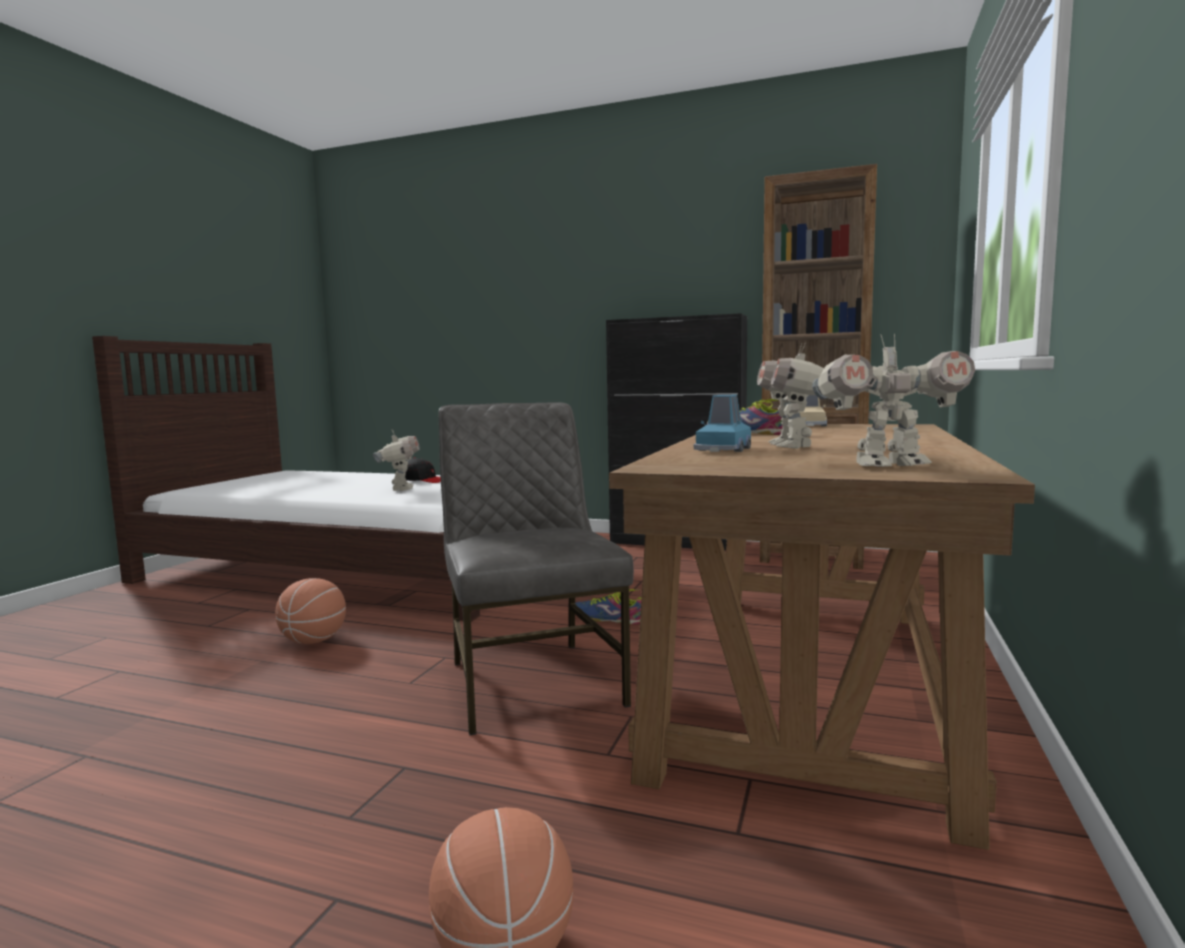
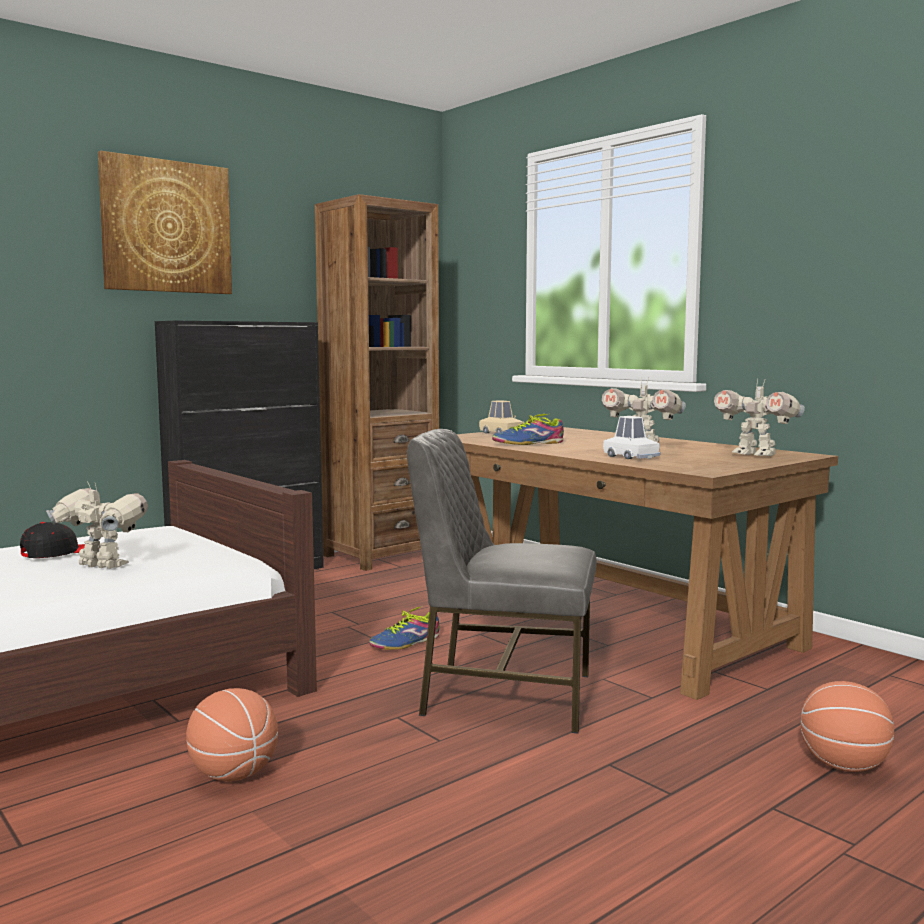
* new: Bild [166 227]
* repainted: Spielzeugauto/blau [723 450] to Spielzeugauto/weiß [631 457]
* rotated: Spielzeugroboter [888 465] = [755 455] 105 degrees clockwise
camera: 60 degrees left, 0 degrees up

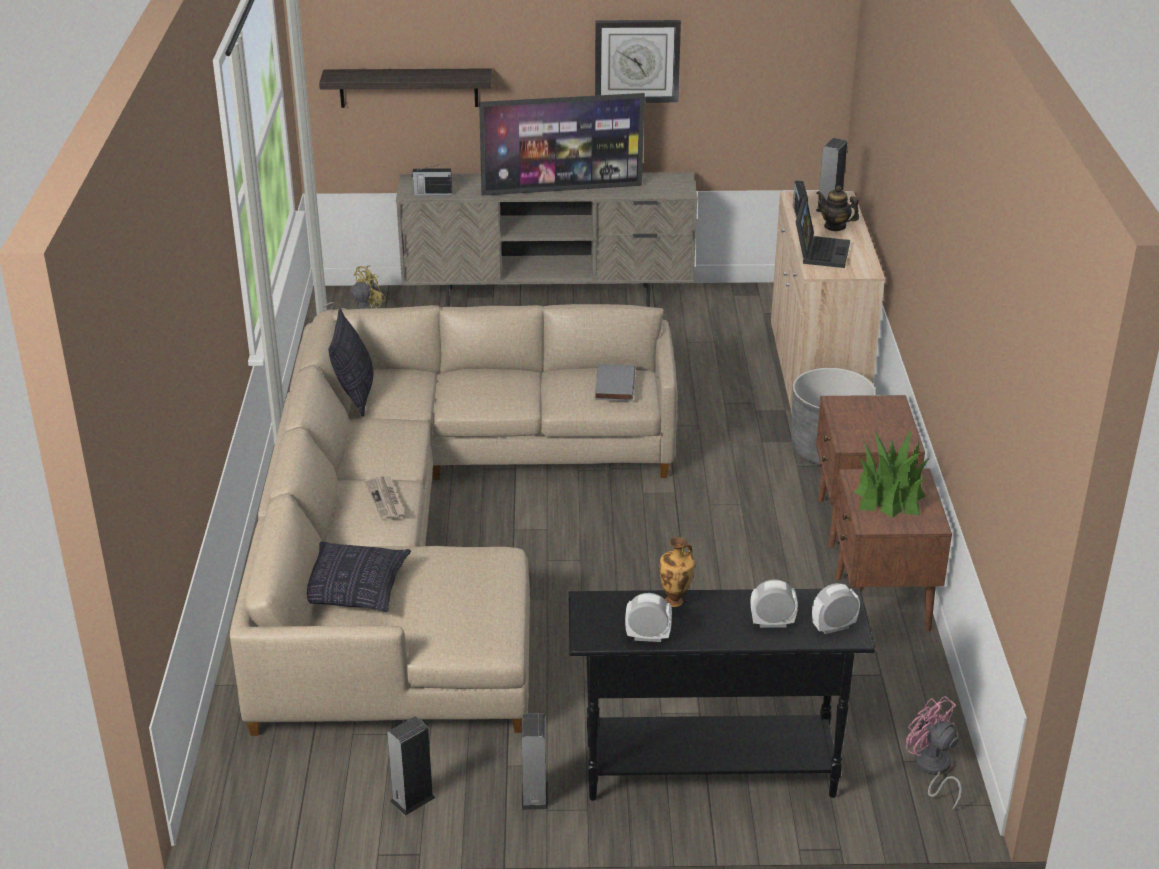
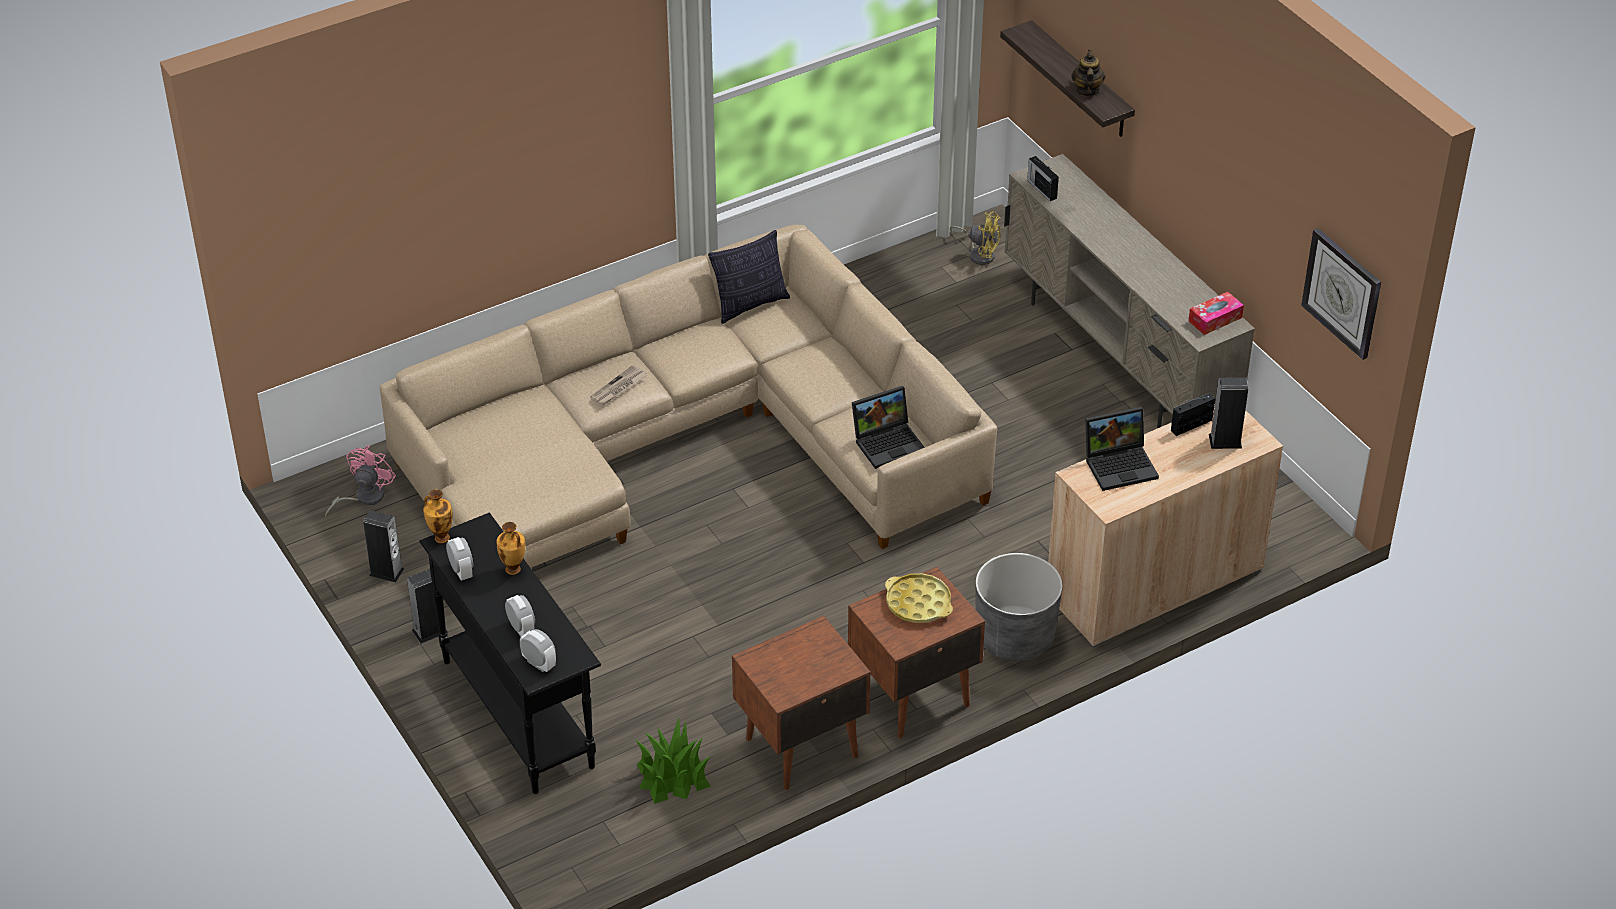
* gone: Kissen [354 589]
* gone: Fernseher [562 189]
* new: Vase [441 537]
* new: Tablett/gelb [918 603]
* new: Taschentuchbox [1215 319]
* shifted: Wanduhr [637 61] to [1342 293]
* shifted: Teekanne [835 226] to [1086 90]
* shifted: Topfpflanze [890 495] to [672 776]
* shifted: Ventilator/rosa [932 769] to [363 498]
* swapped: Buch/grau [613 386] to Laptop [889 442]
camera: 60 degrees right, 10 degrees up

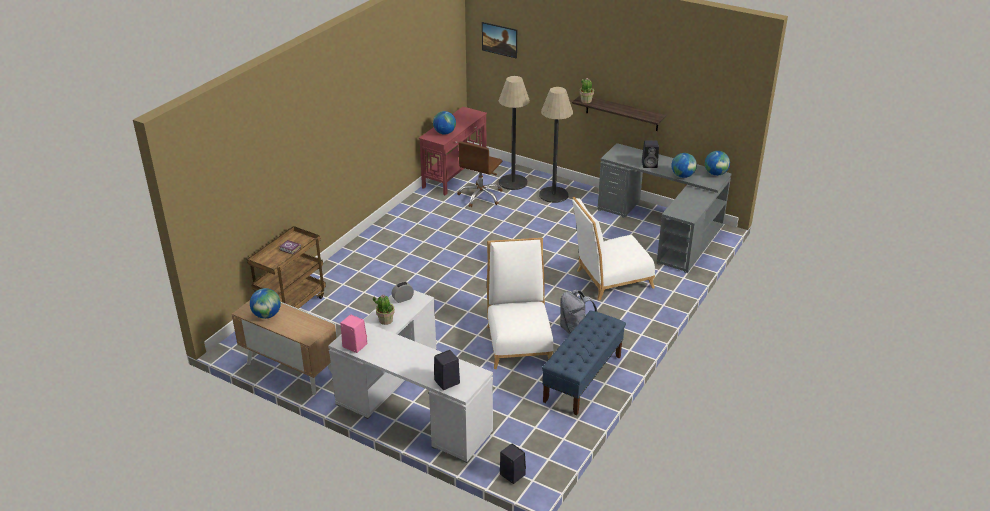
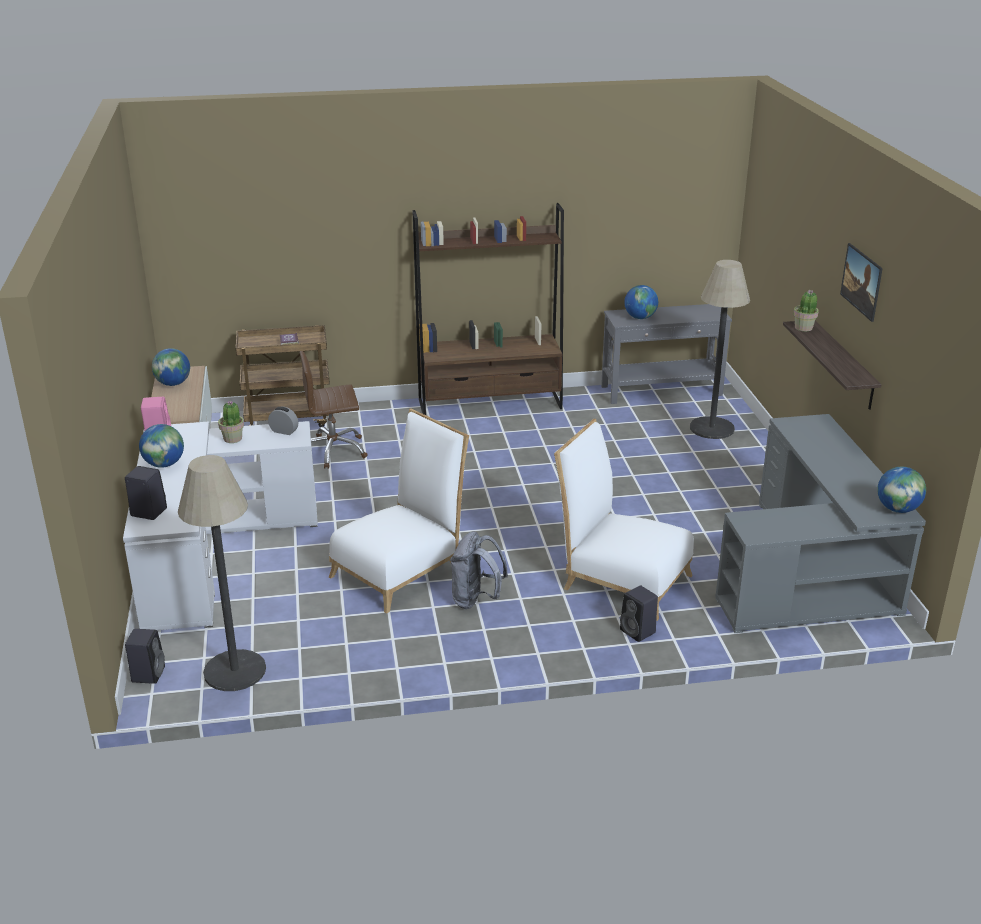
* gone: Bank/blau [582 379]
* new: Bücherregal/braun [490 404]
* shifted: Bürostuhl/braun [481 196] to [333 451]
* shifted: Bild [499 47] to [859 294]
* shifted: Stehlampe [553 195] to [234 671]
* shifted: Lautsprecher/schwarz [650 164] to [638 632]
* shifted: Globus [682 176] to [164 464]
* repainted: Konsolentisch/rot [455 174] to Konsolentisch/grau [662 391]
camera: 50 degrees right, 5 degrees down

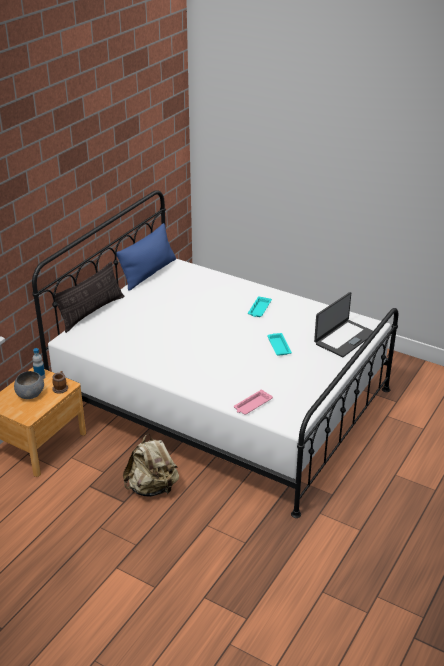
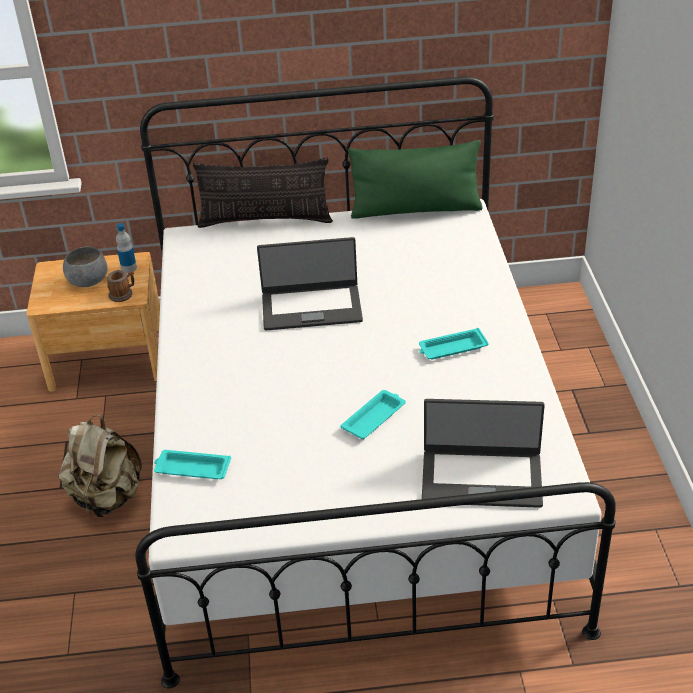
* new: Laptop [311 307]
* repainted: Kissen/blau [148 273] to Kissen/grün [416 209]
* repainted: Tablett/rosa [252 405] to Tablett/türkis [191 468]
camera: 55 degrees right, 5 degrees up

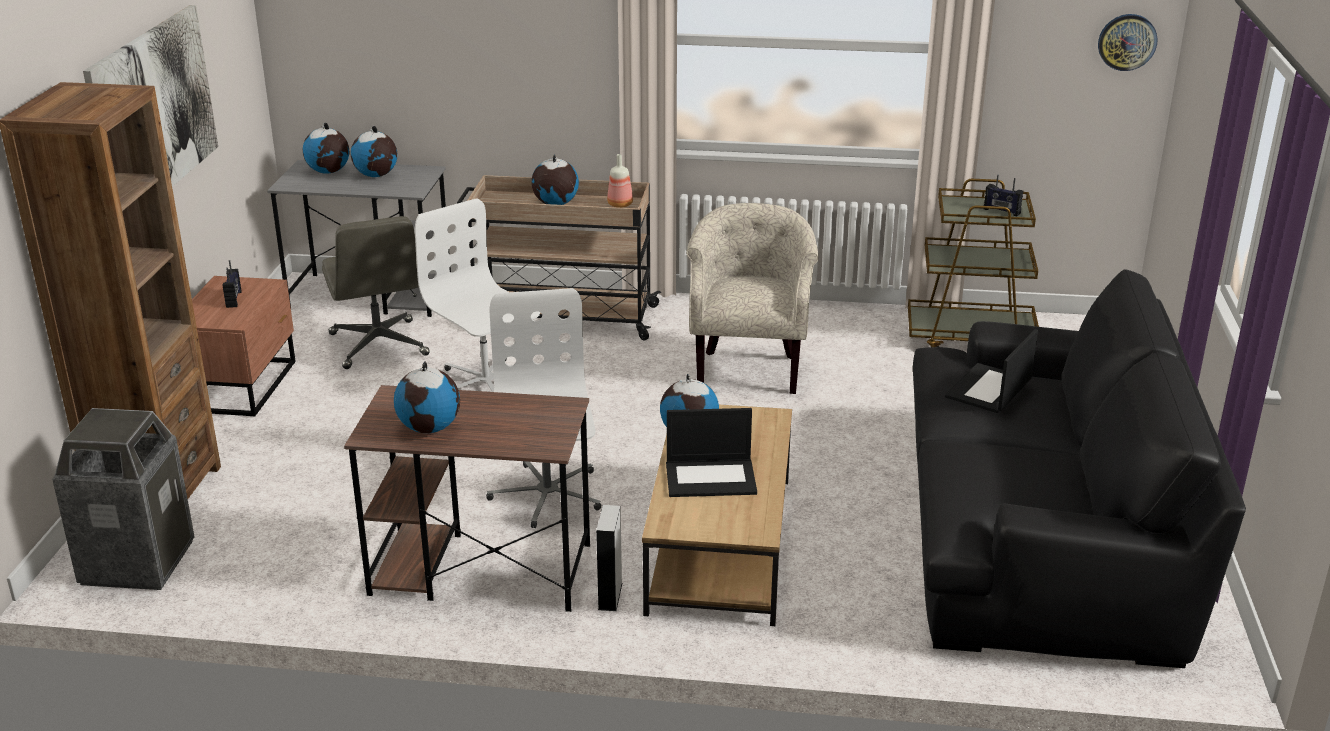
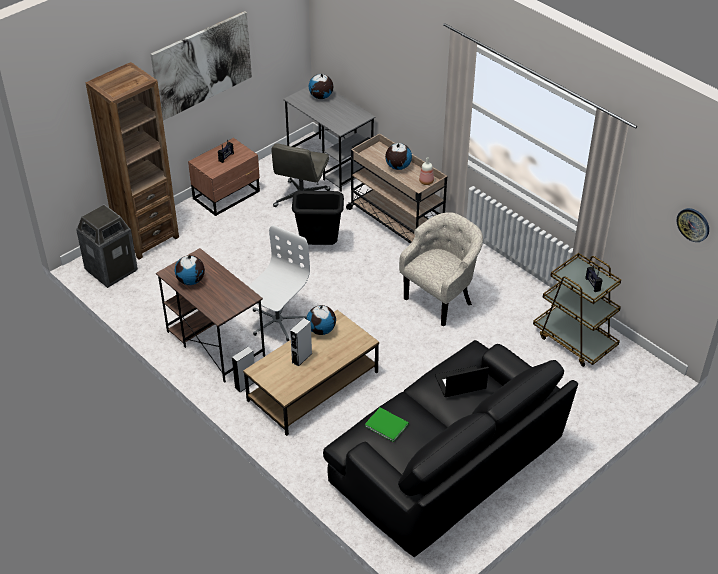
* gone: Globus [376 175]
* new: Buch/grün [386 424]
* swapped: Bürostuhl/weiß [485 384] to Mülleimer/schwarz [319 246]
* swapped: Laptop [711 478] to Lautsprecher/grau [302 358]
camera: 40 degrees right, 15 degrees up

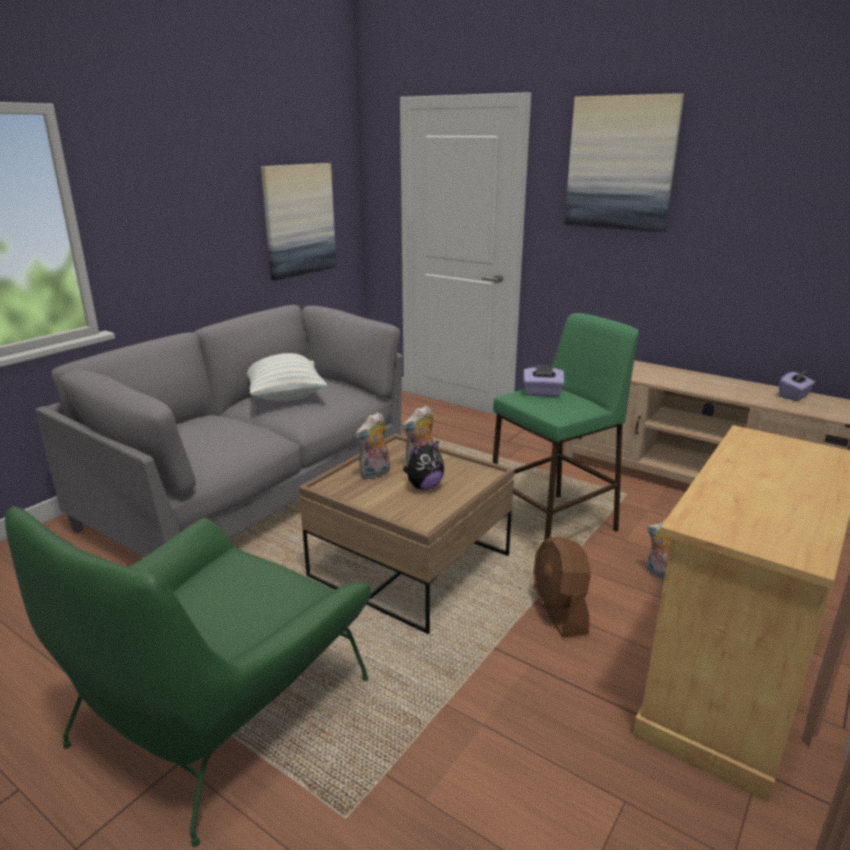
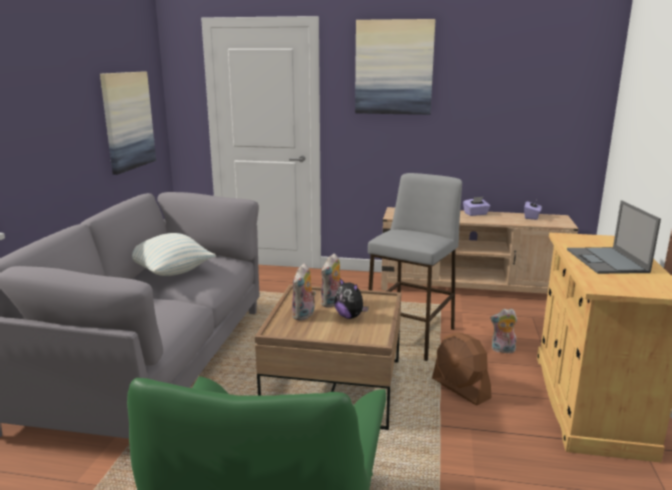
* new: Laptop [607 261]
* shifted: Taschentuchbox/lila [542 393] to [475 214]
* repainted: Hocker/grün [553 527] to Hocker/grau [411 336]
* rotated: Plüschtier [424 486] = [350 316] 105 degrees clockwise
camera: 25 degrees left, 5 degrees down

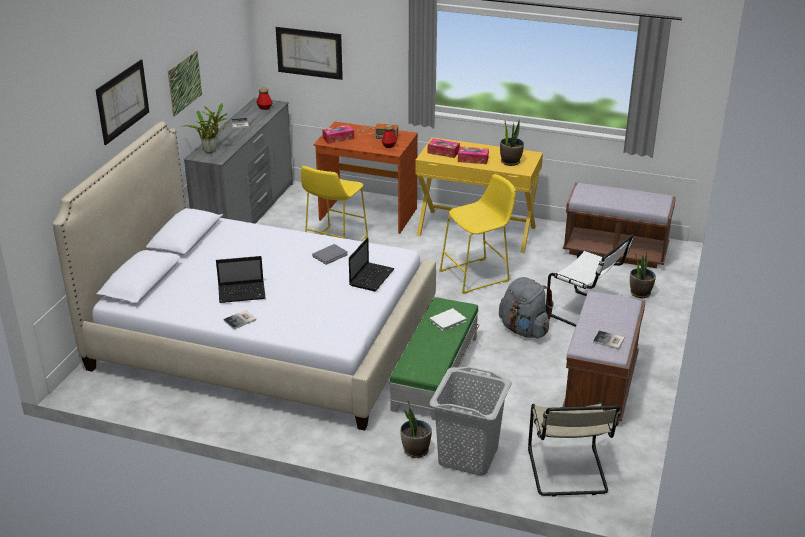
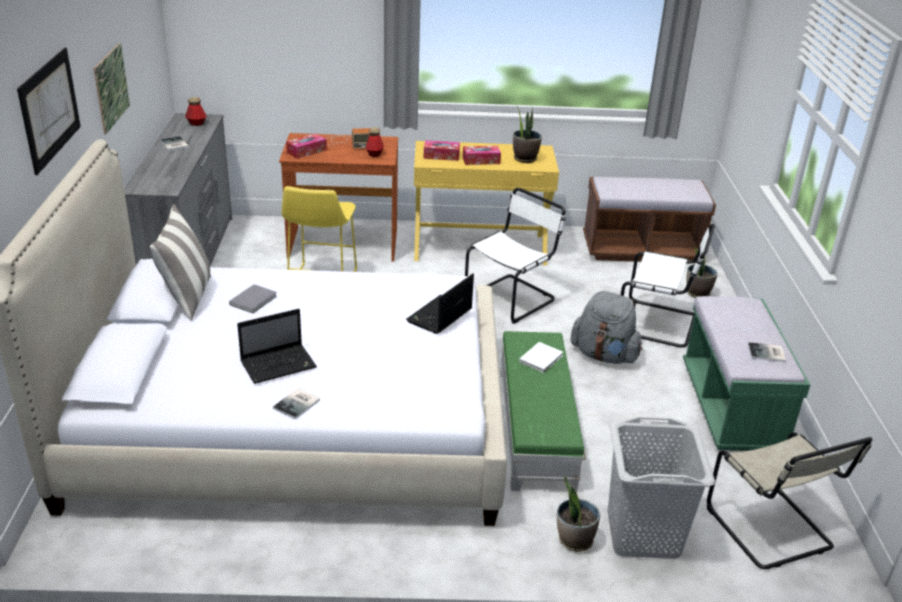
* gone: Topfpflanze [211 150]
* gone: Bild [309 53]
* new: Kissen [187 297]
* shifted: Buch/grau [331 255] to [254 300]
* swapped: Hocker/gelb [478 275] to Stuhl/weiß [512 298]
* repainted: Bank/braun [601 385] to Bank/grün [731 408]
* rotated: Laptop [372 277] = [439 316] 150 degrees counterclockwise
camera: 20 degrees left, 0 degrees up

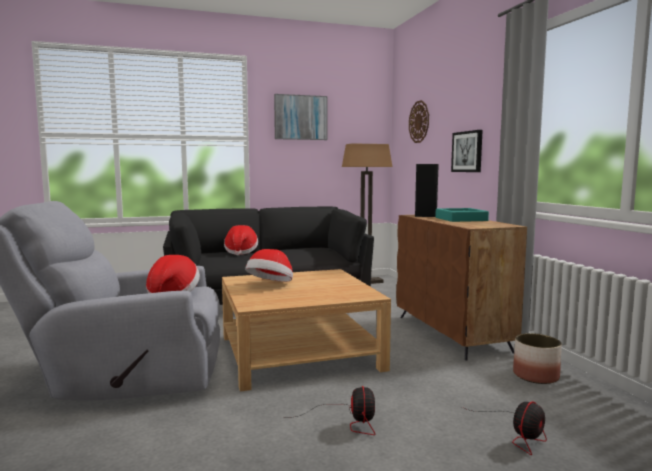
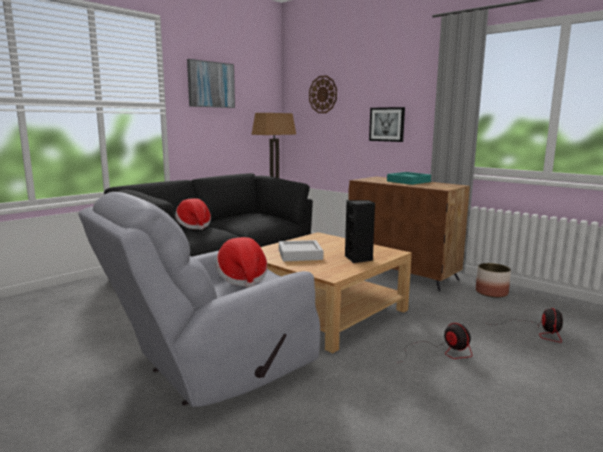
* shifted: Lautsprecher/schwarz [425 216] to [359 259]
* swapped: Hut [270 285] to Tablett/grau [300 255]
camera: 30 degrees left, 5 degrees up

